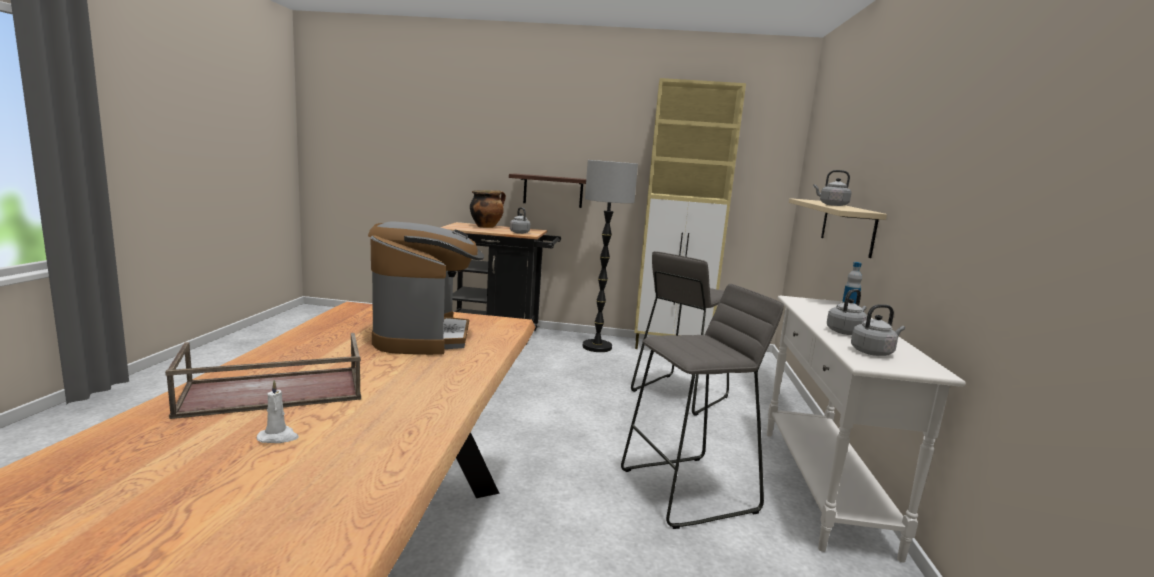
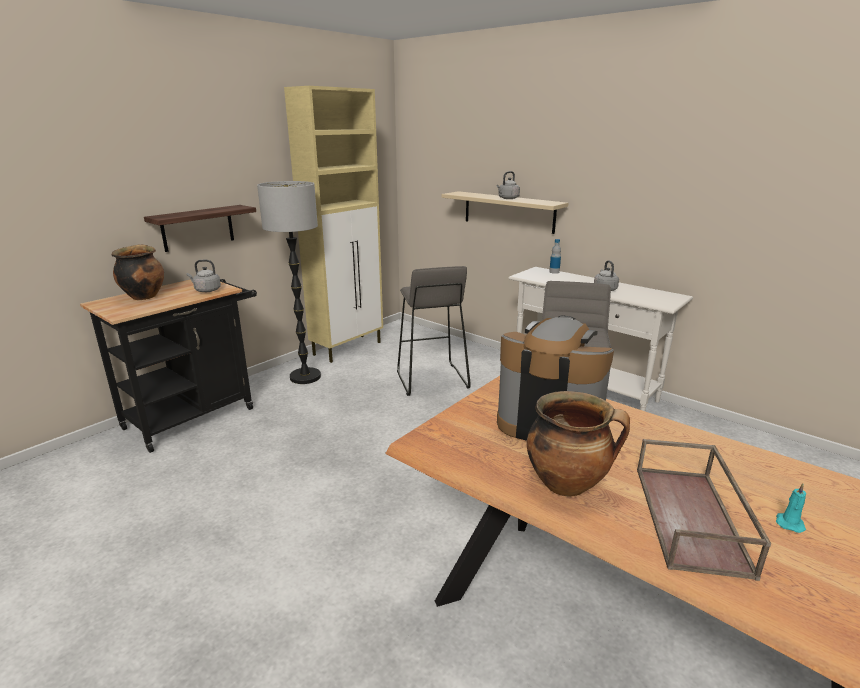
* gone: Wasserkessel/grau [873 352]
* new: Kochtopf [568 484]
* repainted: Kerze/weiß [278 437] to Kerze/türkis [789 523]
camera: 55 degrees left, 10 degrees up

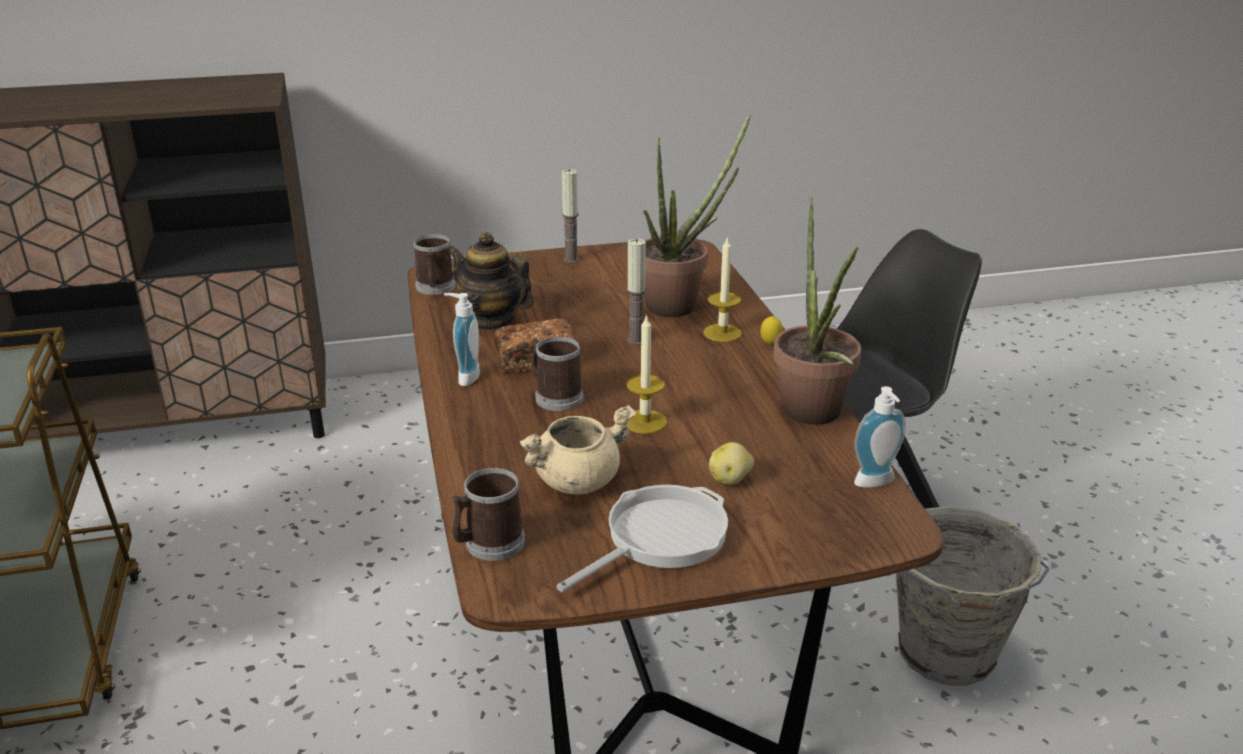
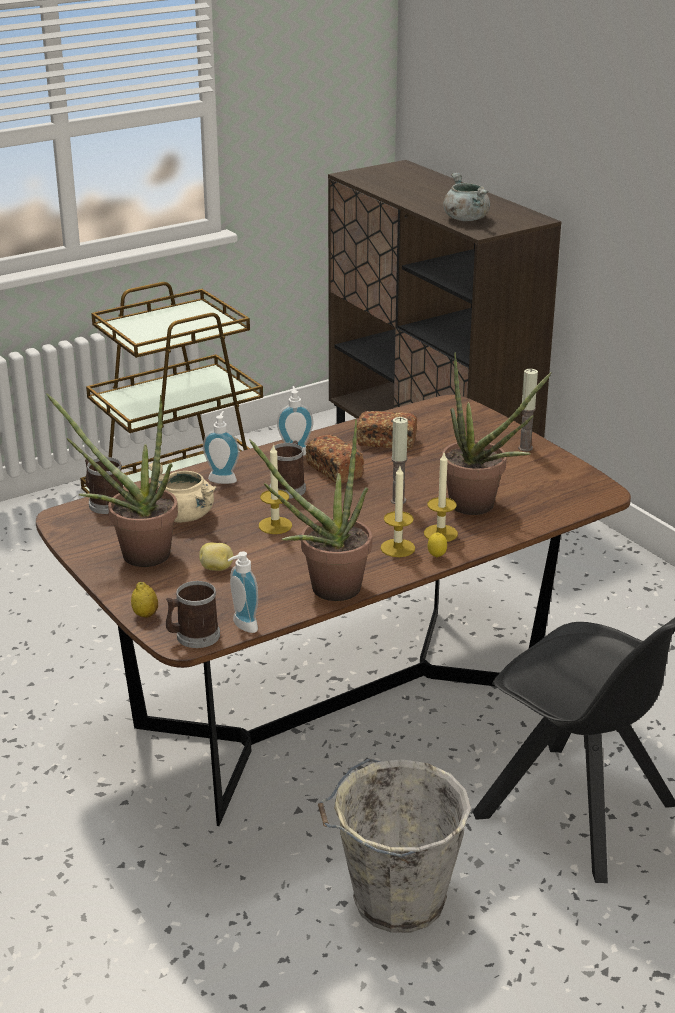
* new: Zitrone [145 614]
* new: Seifenspender [223 478]
* new: Kerze [397 548]
* new: Kochtopf/grau [465 219]
* shifted: Henkelbecher [435 288] to [193 636]
* swapped: Teekanne [491 320] to Brot [386 442]
* swapped: Pfanne [659 538] to Topfpflanze [135 554]
camera: 70 degrees right, 0 degrees up

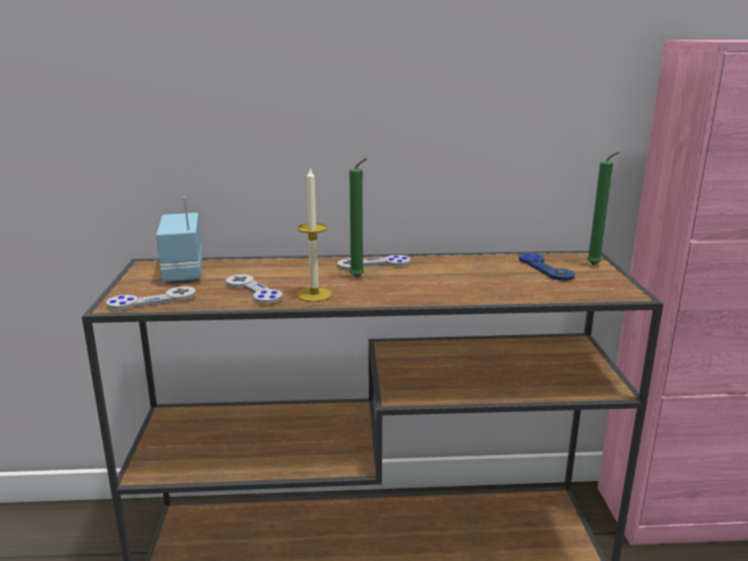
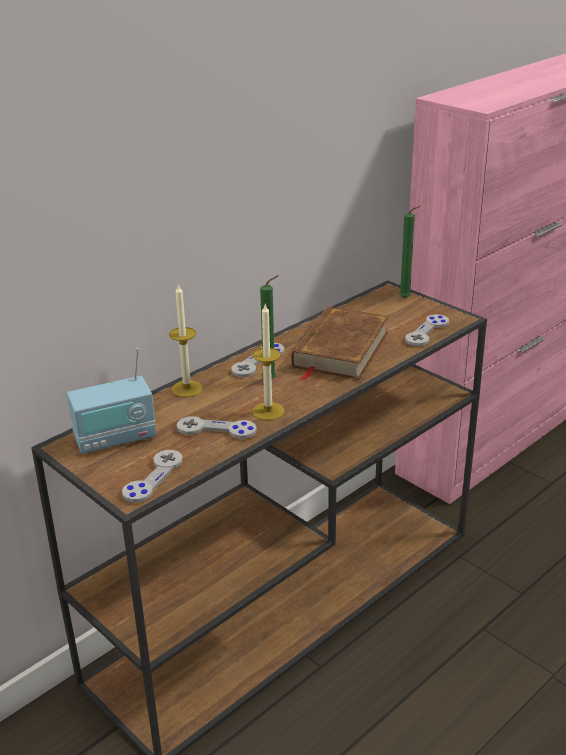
* gone: Gamepad/blau [545 268]
* new: Kerze [187 389]
* new: Buch/braun [340 349]
* new: Gamepad/grau [427 332]
* rotated: Radio [182 272] = [115 439] 60 degrees counterclockwise
camera: 40 degrees left, 10 degrees up

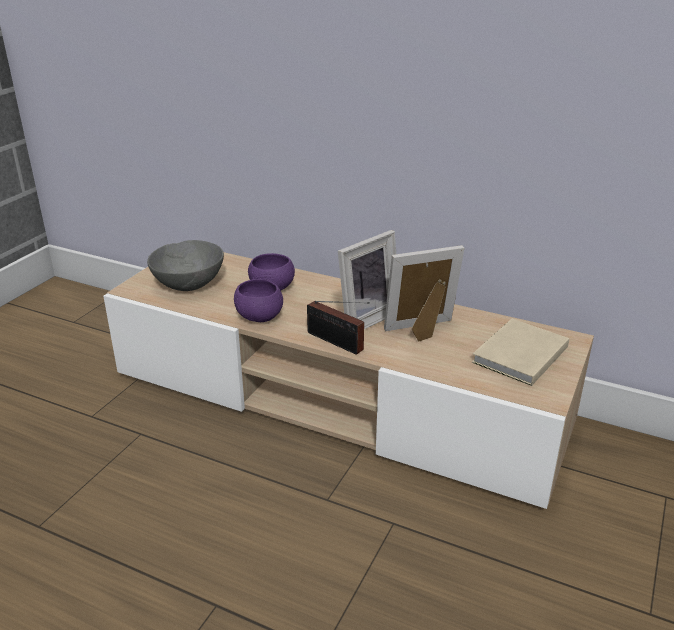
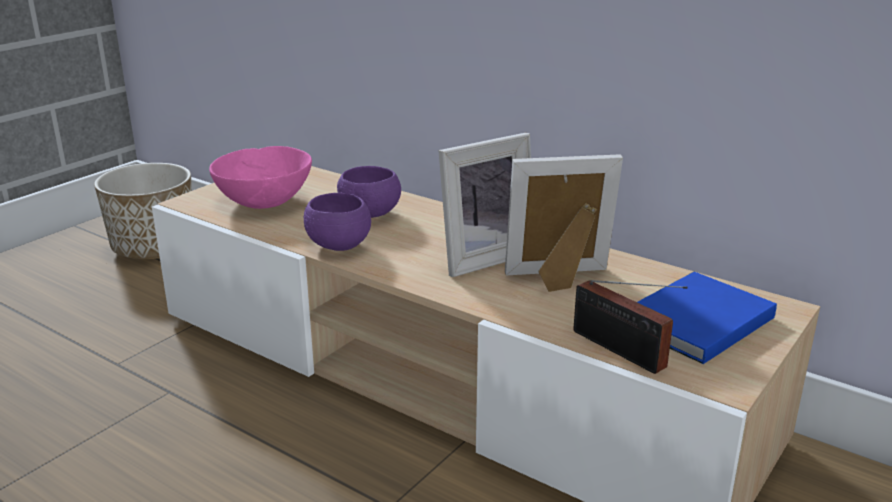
* new: Pflanzkübel [154 248]
* shifted: Radio [337 343] to [622 352]
* repainted: Schüssel/grau [188 283] to Schüssel/rosa [264 201]
* repainted: Buch/beige [518 355] to Buch/blau [693 322]
camera: 10 degrees right, 5 degrees down

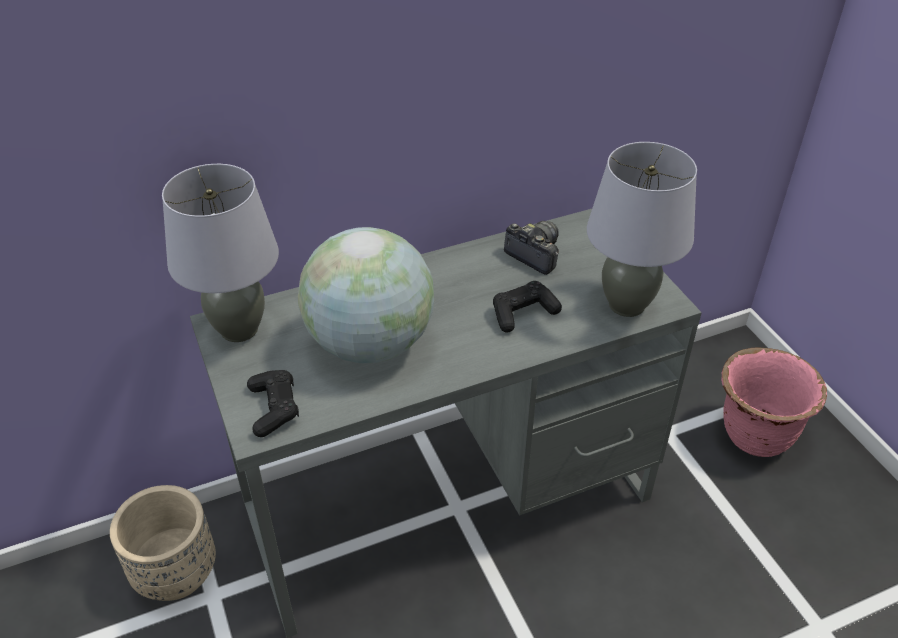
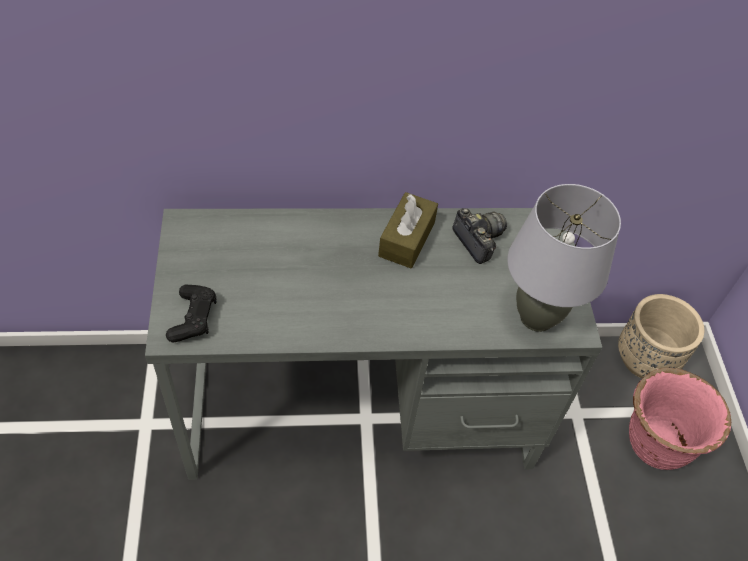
* gone: Tischlampe/grau [239 330]
* gone: Globus [370 344]
* gone: Gamepad/schwarz [523 313]
* new: Taschentuchbox/braun [406 239]
* shifted: Pflanzkübel/beige [176 573] to [644 360]
camera: 15 degrees right, 10 degrees up

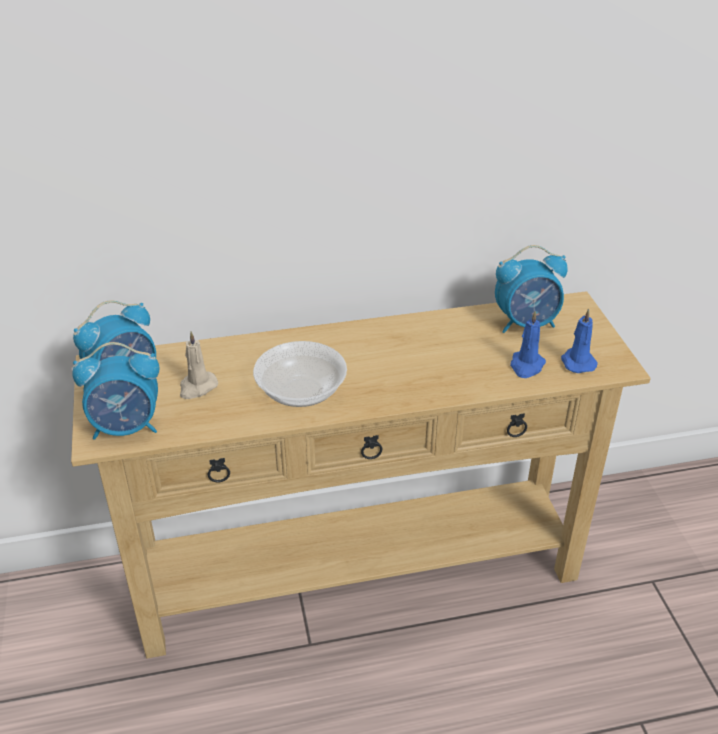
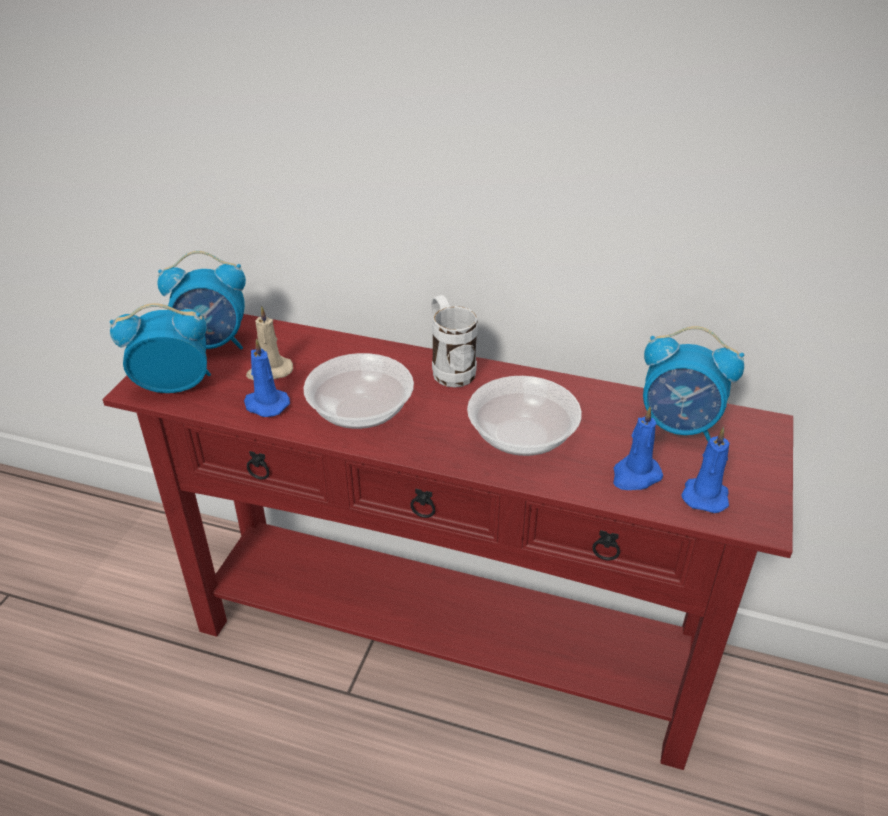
* new: Kerze/blau [265 404]
* new: Henkelbecher/weiß [449 368]
* new: Schüssel [522 436]
* repainted: Konsolentisch/beige [358 573] to Konsolentisch/rot [444 643]
* rotated: Wecker [127 427] = [174 386] 150 degrees clockwise
camera: 30 degrees right, 0 degrees up

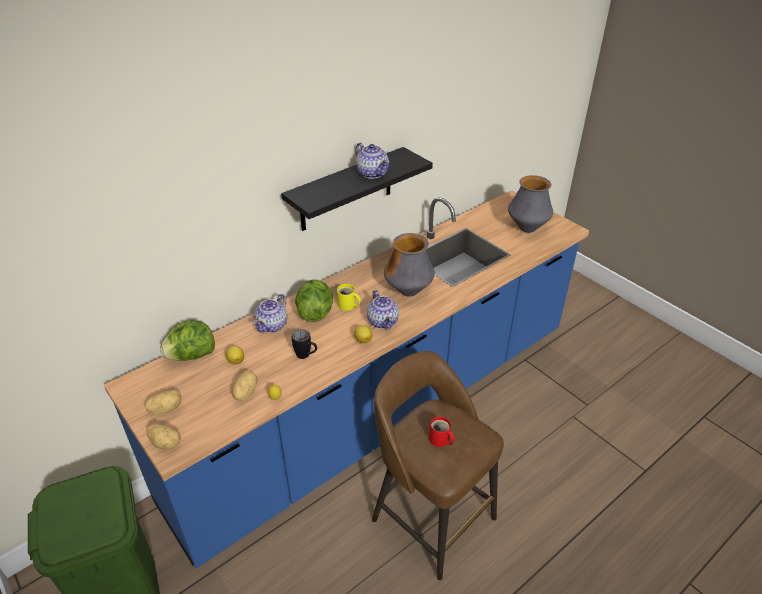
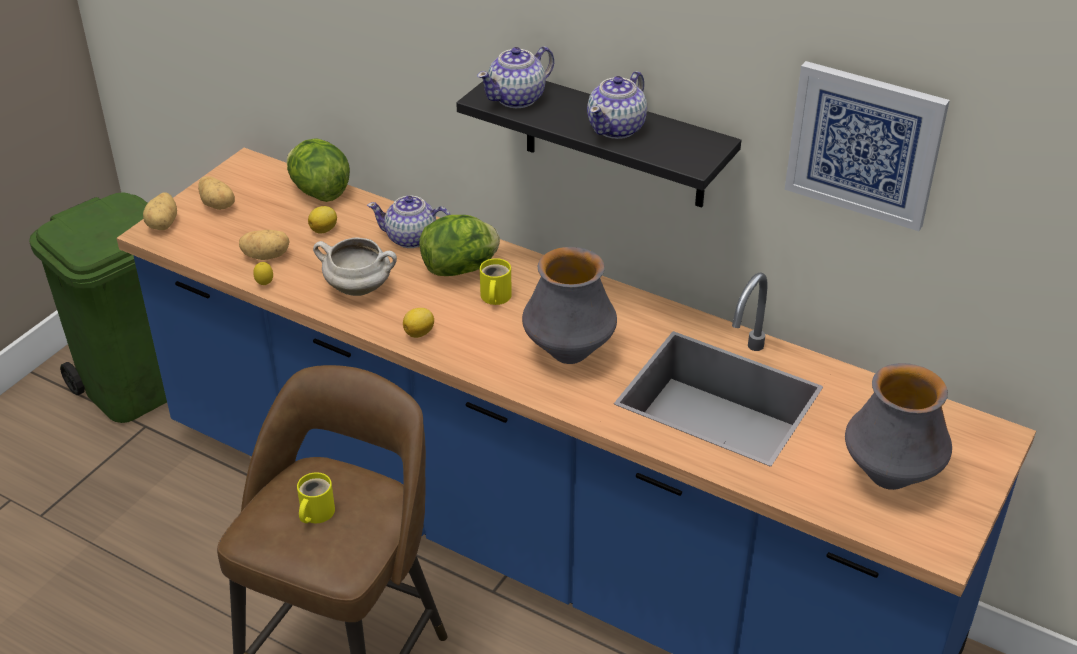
* new: Bild [864 144]
* shifted: Teekanne [383 321] to [517 98]
* swapped: Henkelbecher/schwarz [306 356] to Kochtopf/weiß [359 288]
* repainted: Henkelbecher/rot [440 440] to Henkelbecher/gelb [315 513]
camera: 70 degrees right, 0 degrees up

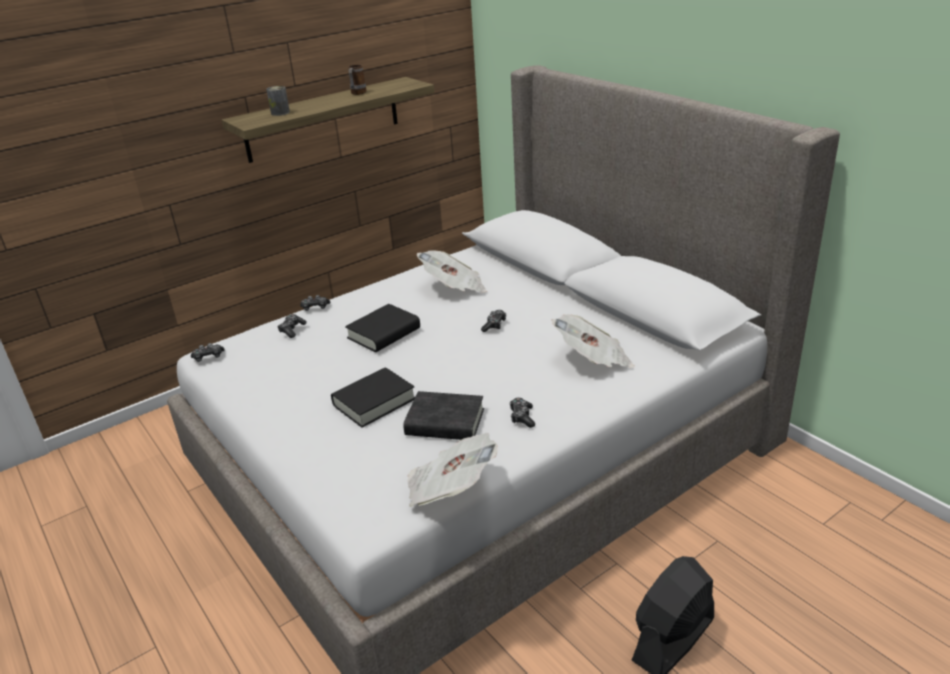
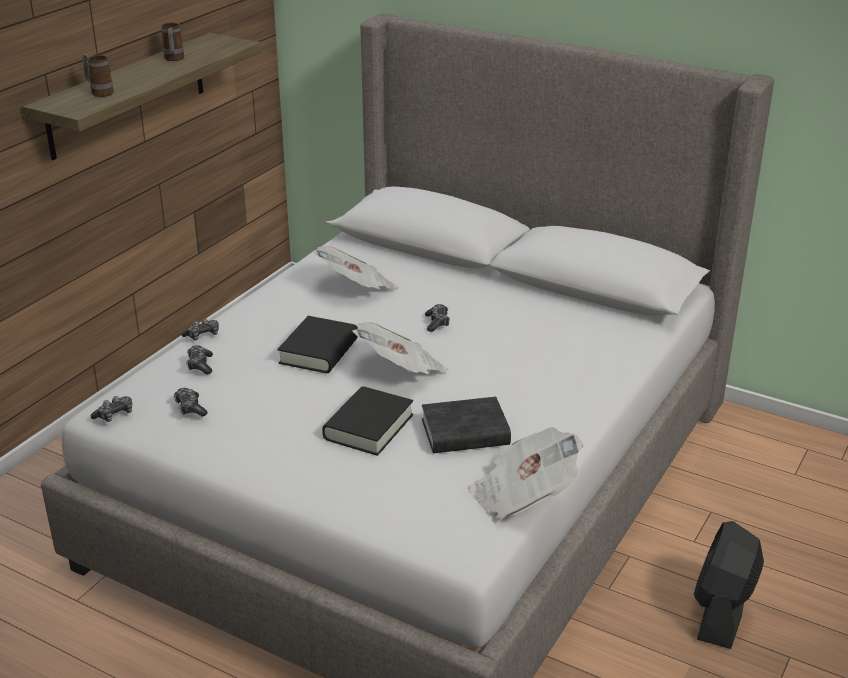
* shifted: Gamepad [522 417] to [190 408]
* shifted: Zeitung [593 360] to [401 370]
* swapped: Dose [280 113] to Henkelbecher [99 92]
camera: 25 degrees left, 0 degrees up

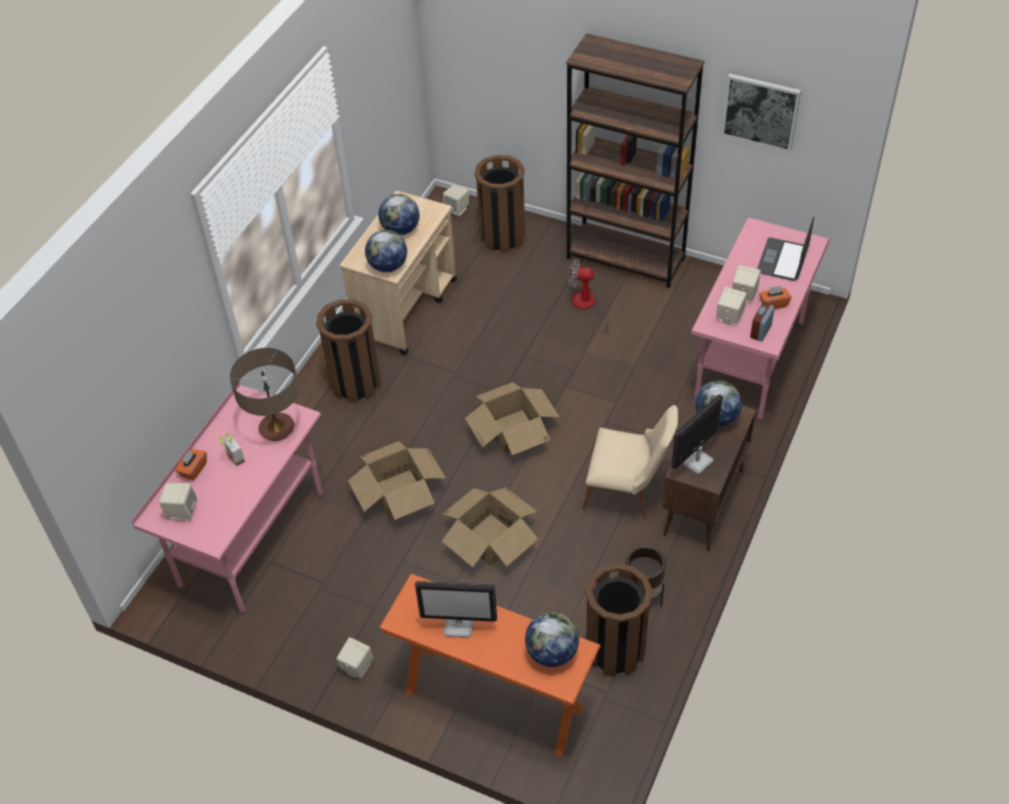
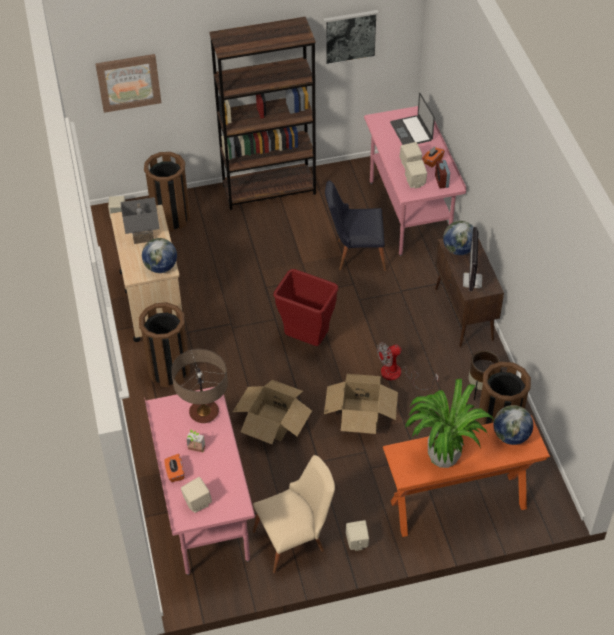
* new: Bild [128 82]
* new: Stuhl/schwarz [355 254]
* shifted: Ventilator [587 306] to [398 375]
* shifted: Stuhl/beige [627 493] to [295 539]
* swapped: Globus [400 230] to Tischlampe/grau [143 239]
* swapped: Monitor [459 624] to Topfpflanze [443 455]
* swapped: Karton [513 431] to Mülleimer/rot [307 339]
camera: 40 degrees left, 0 degrees up

